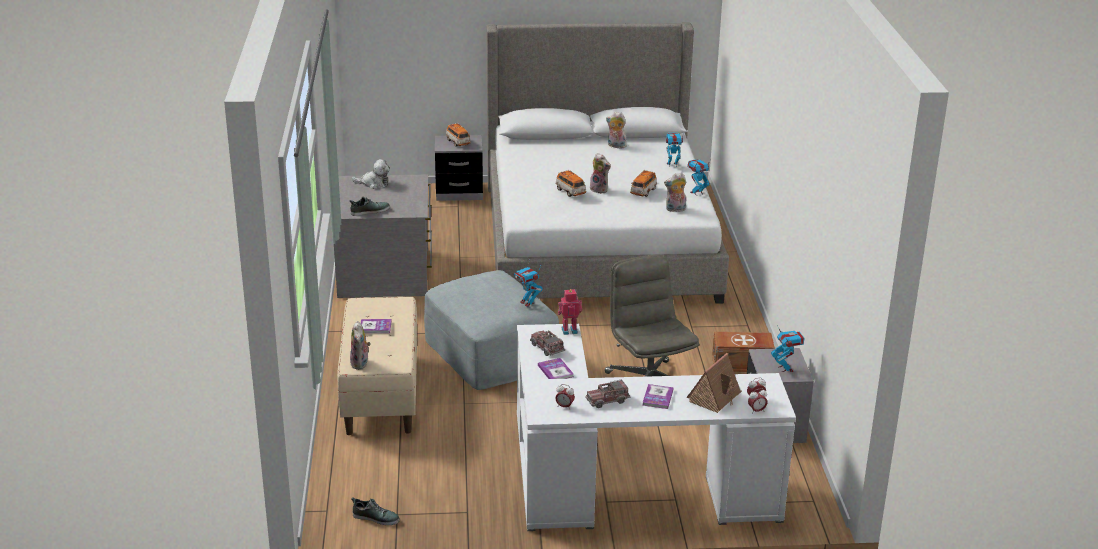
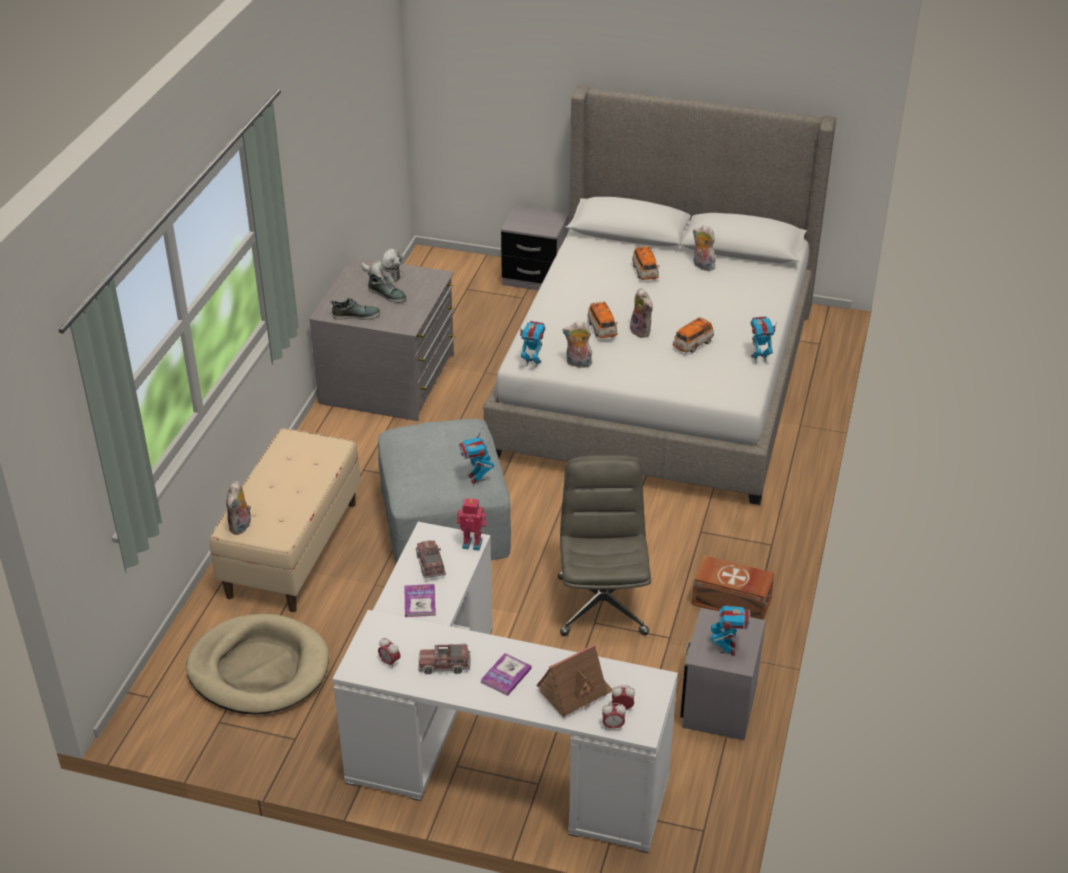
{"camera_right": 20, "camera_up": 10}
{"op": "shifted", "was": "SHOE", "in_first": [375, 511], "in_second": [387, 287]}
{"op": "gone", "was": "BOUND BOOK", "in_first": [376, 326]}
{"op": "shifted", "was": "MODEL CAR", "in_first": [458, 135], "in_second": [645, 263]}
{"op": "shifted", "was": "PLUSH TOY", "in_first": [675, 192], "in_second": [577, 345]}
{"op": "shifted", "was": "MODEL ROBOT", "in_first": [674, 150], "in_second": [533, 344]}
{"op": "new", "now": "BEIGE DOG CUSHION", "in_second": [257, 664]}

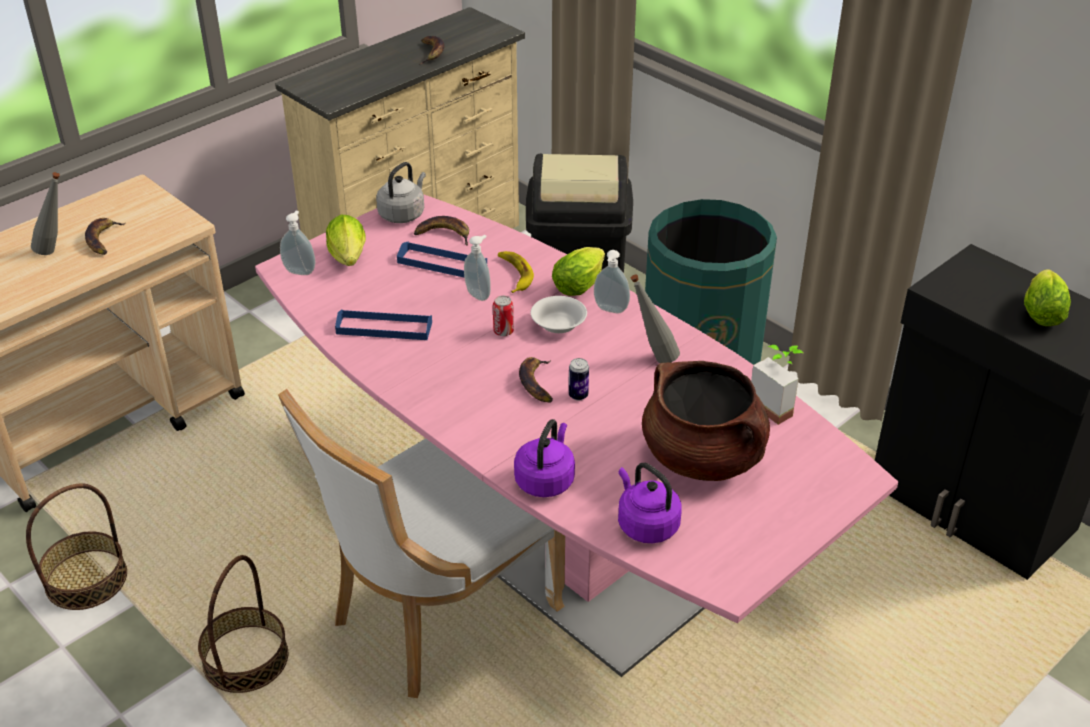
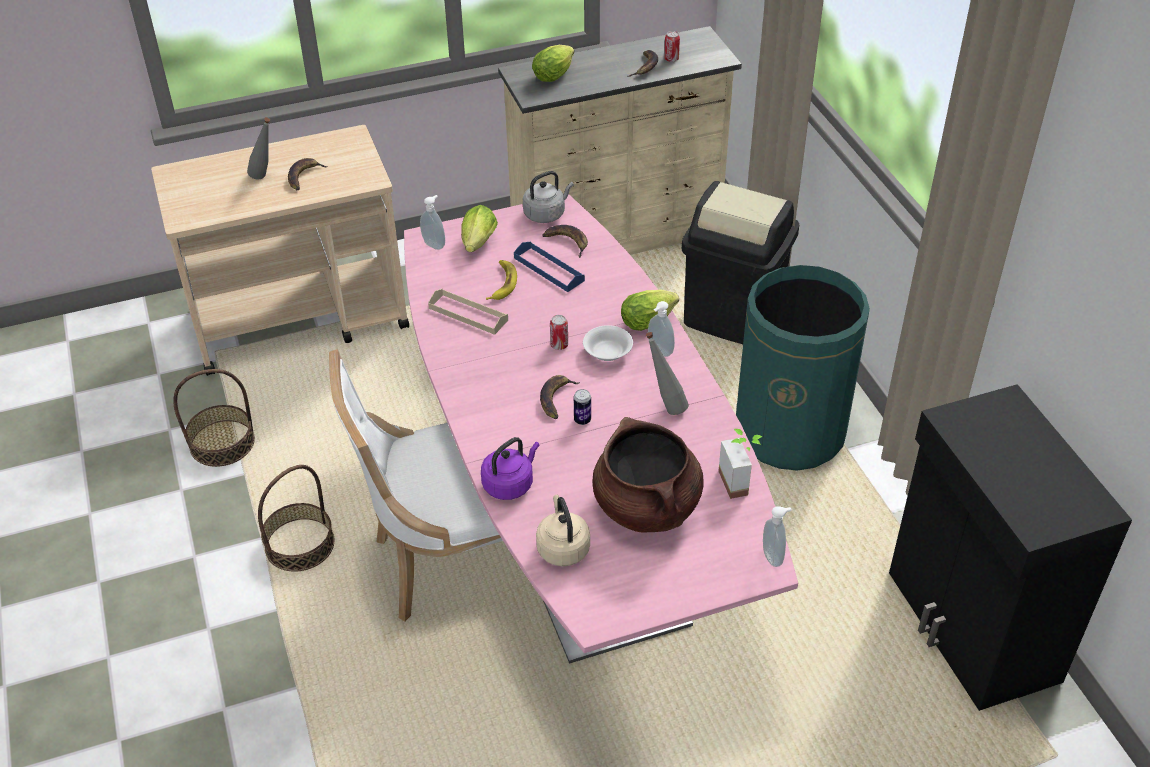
{"camera_right": 25, "camera_up": 5}
{"op": "repainted", "was": "BLUISH SERVING TRAY", "now": "BEIGE SERVING TRAY", "in_first": [383, 324], "in_second": [468, 312]}
{"op": "shifted", "was": "LIQUID SOAP BOTTLE", "in_first": [477, 268], "in_second": [777, 536]}
{"op": "shifted", "was": "WHOLE BANANA", "in_first": [516, 272], "in_second": [501, 280]}
{"op": "repainted", "was": "PURPLE-COLOURED WATER KETTLE", "now": "BEIGE WATER KETTLE", "in_first": [650, 503], "in_second": [563, 530]}
{"op": "shifted", "was": "LETTUCE", "in_first": [1047, 297], "in_second": [553, 63]}
{"op": "new", "now": "SEALED CAN", "in_second": [672, 46]}

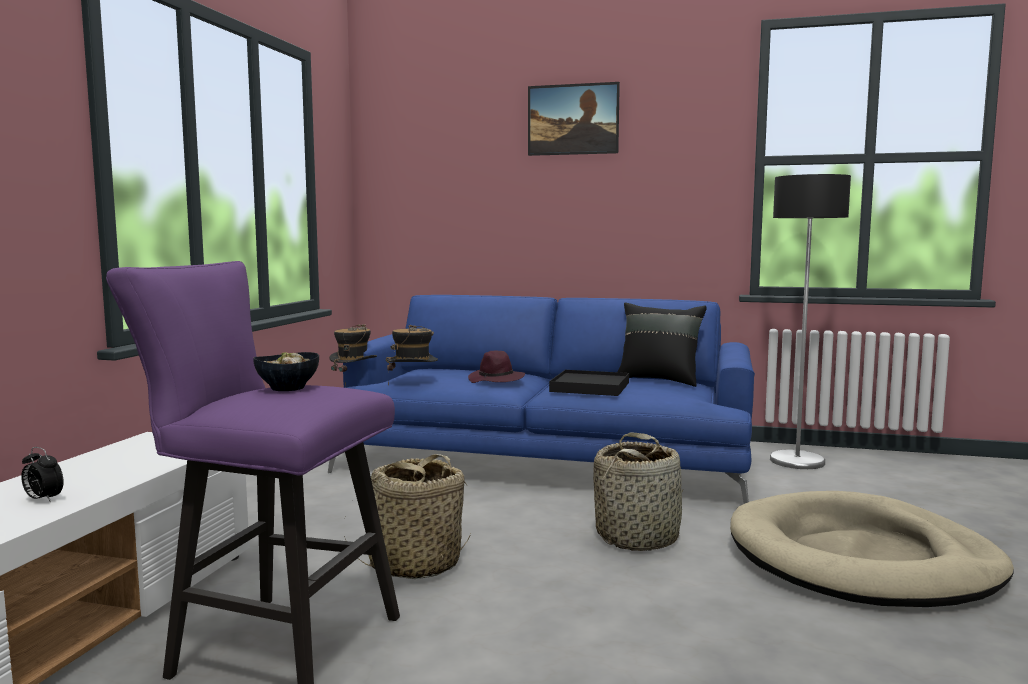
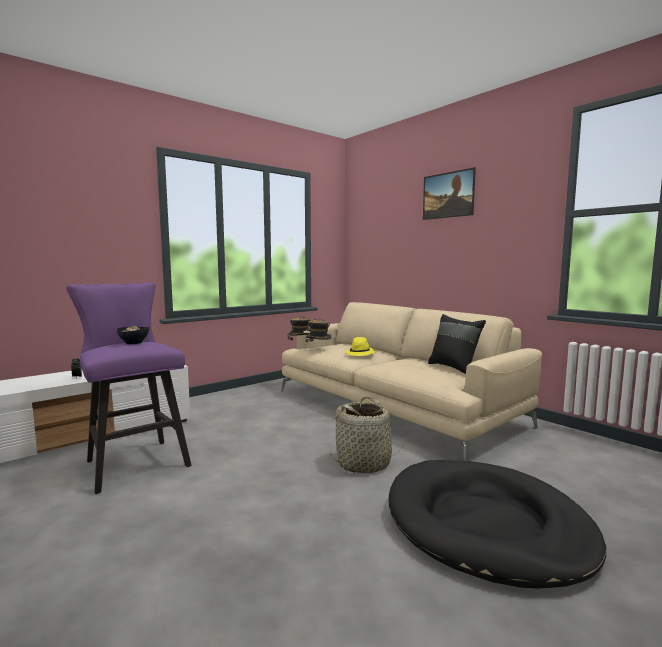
{"camera_right": 35, "camera_up": 0}
{"op": "repainted", "was": "BLUISH COUCH", "now": "BEIGE COUCH", "in_first": [541, 399], "in_second": [411, 381]}
{"op": "gone", "was": "HOUSEHOLD BASKET", "in_first": [407, 516]}
{"op": "repainted", "was": "PURPLE-COLOURED CLOTHING HAT", "now": "YELLOWISH CLOTHING HAT", "in_first": [496, 367], "in_second": [360, 346]}
{"op": "gone", "was": "BLACKISH SERVING TRAY", "in_first": [589, 383]}
{"op": "repainted", "was": "BEIGE DOG CUSHION", "now": "BLACKISH DOG CUSHION", "in_first": [872, 549], "in_second": [497, 524]}
{"op": "gone", "was": "STANDARD LAMP", "in_first": [810, 321]}

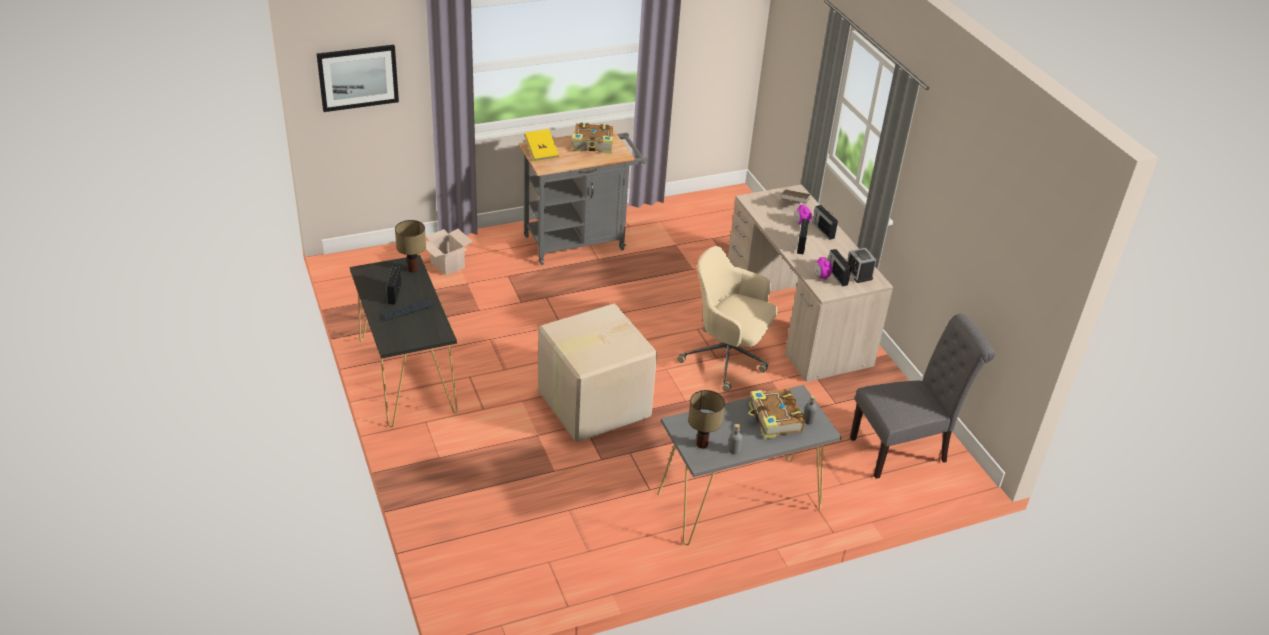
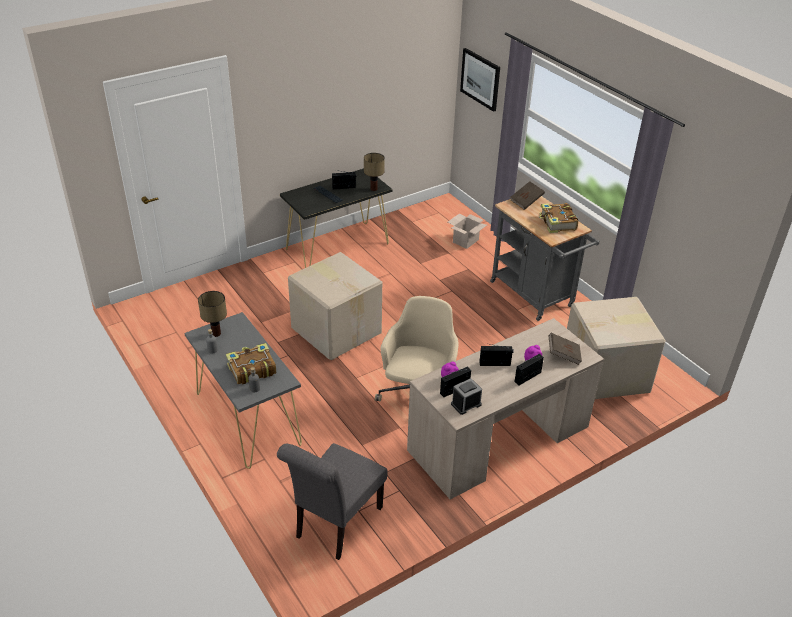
{"camera_right": 80, "camera_up": 0}
{"op": "repainted", "was": "YELLOWISH BOUND BOOK", "now": "BROWN-COLOURED BOUND BOOK", "in_first": [541, 145], "in_second": [527, 195]}
{"op": "rotated", "was": "GREYISH UPRIGHT CHAIR", "in_first": [922, 396], "in_second": [332, 501], "clockwise": 60}
{"op": "new", "now": "CARTON", "in_second": [616, 348]}

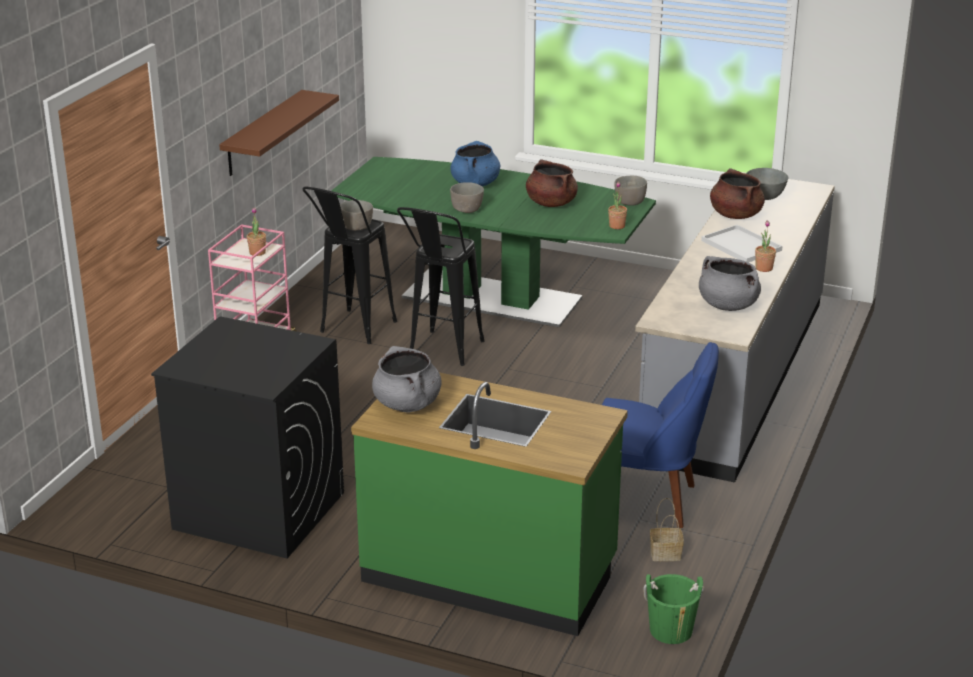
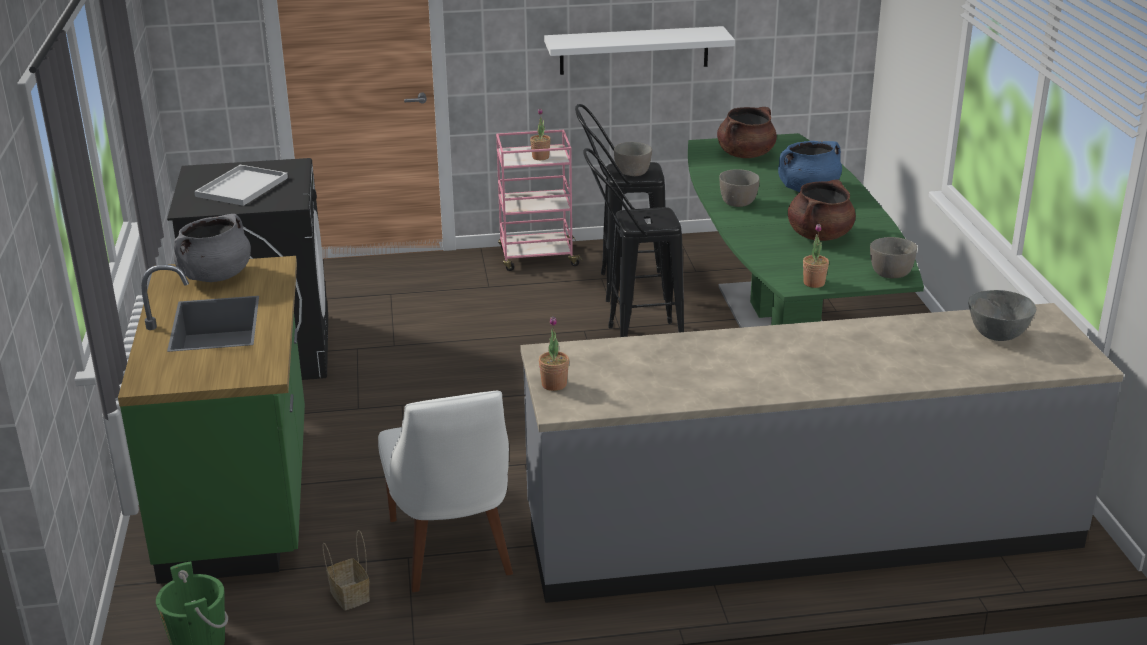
{"camera_right": 60, "camera_up": 0}
{"op": "repainted", "was": "BROWN-COLOURED SHELF", "now": "WHITE-COLOURED SHELF", "in_first": [279, 133], "in_second": [639, 50]}
{"op": "repainted", "was": "BLUISH UPRIGHT CHAIR", "now": "WHITE-COLOURED UPRIGHT CHAIR", "in_first": [660, 435], "in_second": [445, 491]}
{"op": "gone", "was": "GREYISH SAUCEPOT", "in_first": [730, 283]}
{"op": "shifted", "was": "WHITE-COLOURED SERVING TRAY", "in_first": [742, 244], "in_second": [241, 185]}
{"op": "shifted", "was": "BROWN-COLOURED SAUCEPOT", "in_first": [737, 193], "in_second": [747, 132]}
{"op": "shifted", "was": "POTTED PLANT", "in_first": [765, 246], "in_second": [554, 354]}

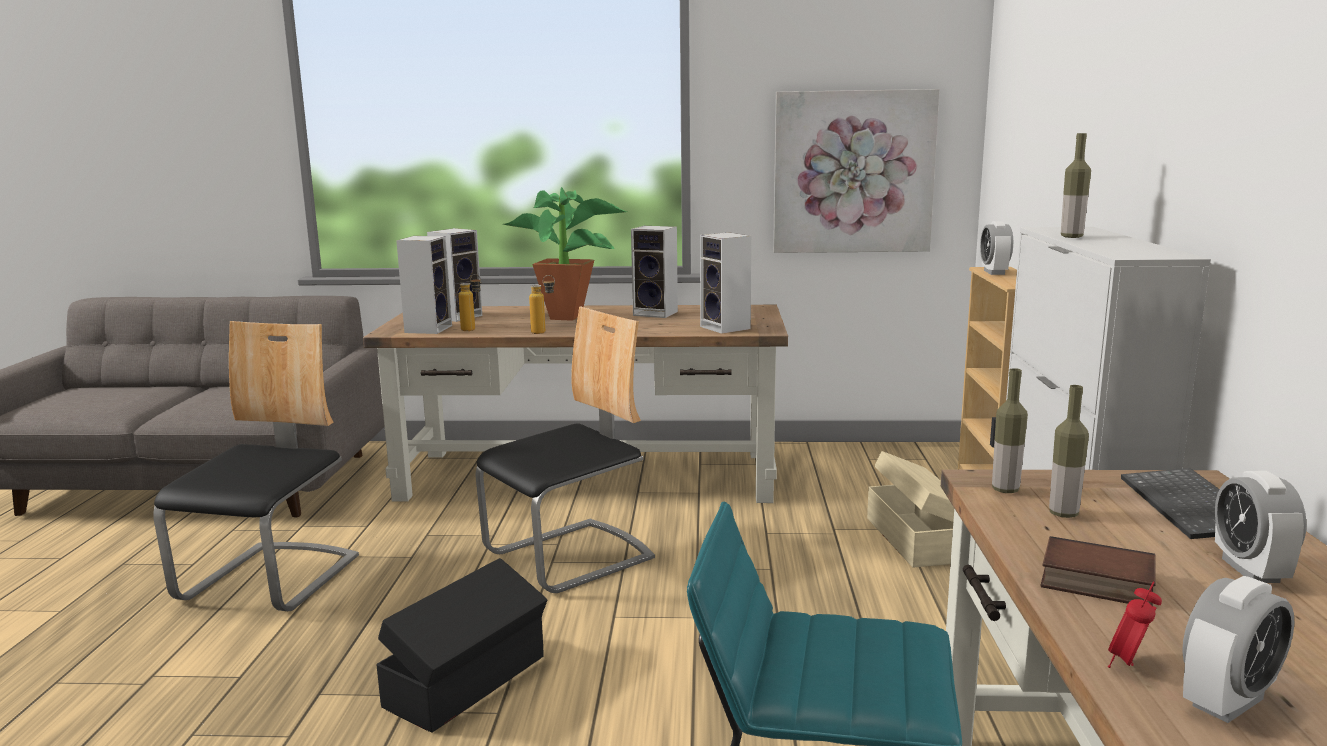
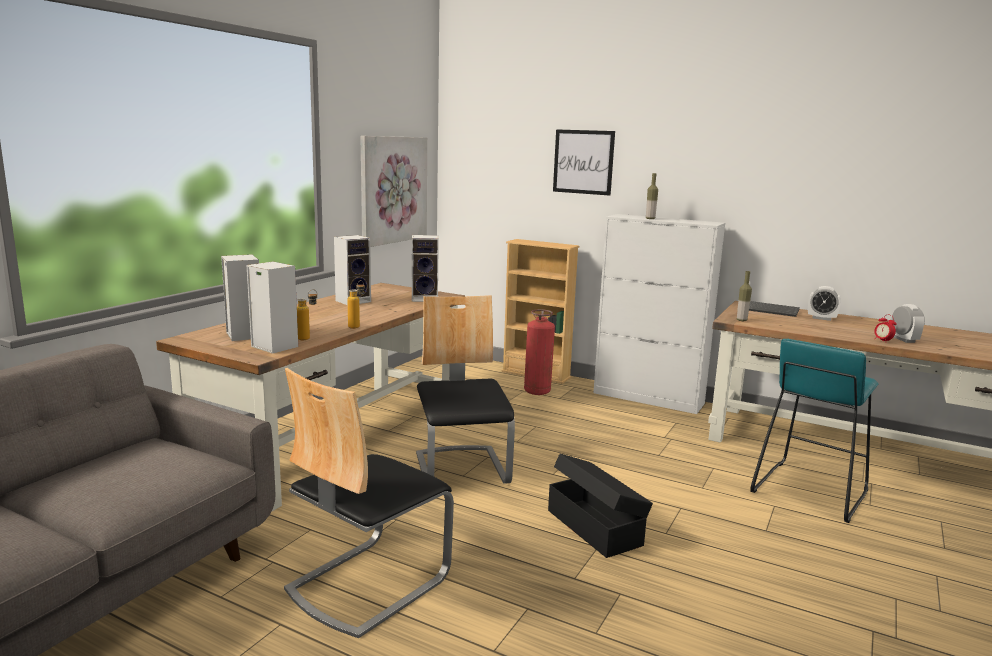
{"camera_right": -65, "camera_up": 0}
{"op": "rotated", "was": "UPRIGHT CHAIR", "in_first": [256, 466], "in_second": [369, 503], "clockwise": -90}
{"op": "gone", "was": "POTTED PLANT", "in_first": [565, 254]}
{"op": "swapped", "was": "BEIGE STORAGE CONTAINER", "now": "FIRE-FIGHTING CYLINDER", "in_first": [910, 509], "in_second": [539, 352]}
{"op": "gone", "was": "ALARM CLOCK", "in_first": [996, 248]}
{"op": "gone", "was": "BOUND BOOK", "in_first": [1098, 571]}
{"op": "gone", "was": "DRINK BOTTLE", "in_first": [1069, 451]}
{"op": "new", "now": "PICTURE", "in_second": [584, 162]}

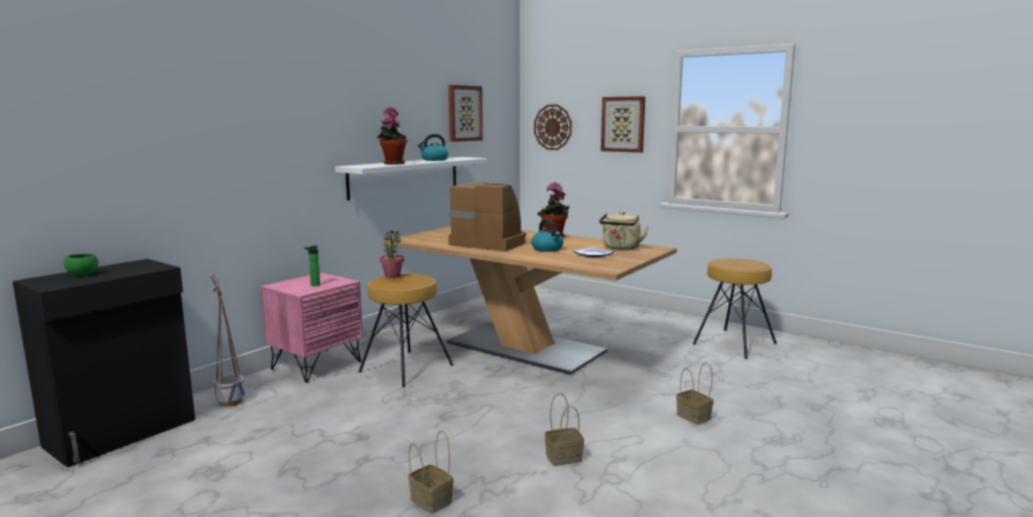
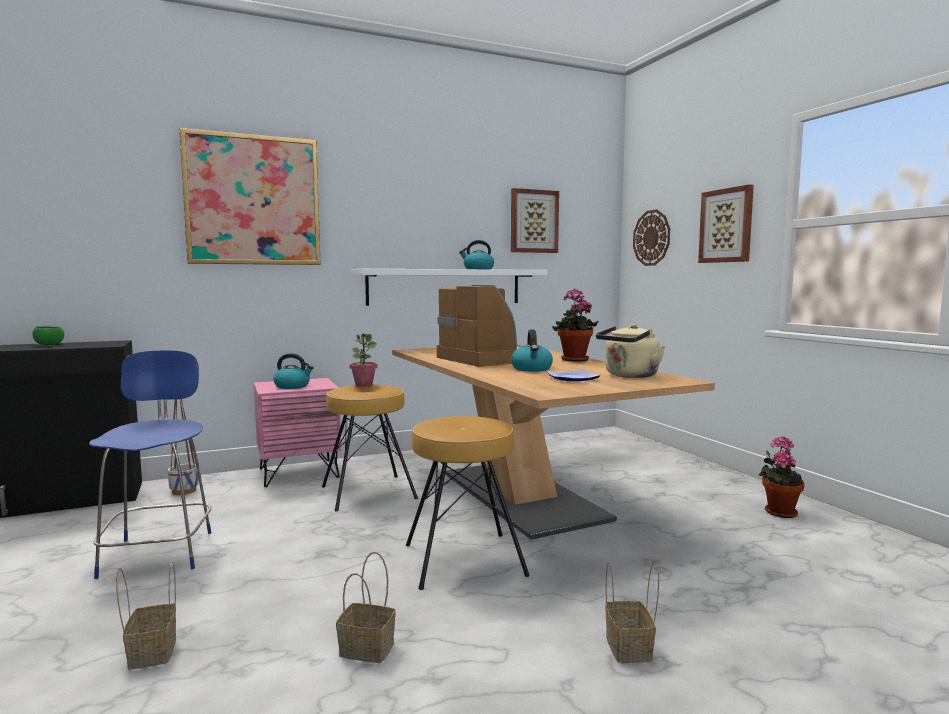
{"camera_right": 30, "camera_up": -5}
{"op": "swapped", "was": "DRINK BOTTLE", "now": "WATER KETTLE", "in_first": [312, 266], "in_second": [293, 371]}
{"op": "shifted", "was": "POTTED PLANT", "in_first": [392, 136], "in_second": [782, 477]}
{"op": "shifted", "was": "BROWN-COLOURED STOOL SEAT", "in_first": [735, 308], "in_second": [468, 503]}
{"op": "new", "now": "BLUISH UPRIGHT CHAIR", "in_second": [150, 464]}
{"op": "new", "now": "PICTURE", "in_second": [250, 196]}

